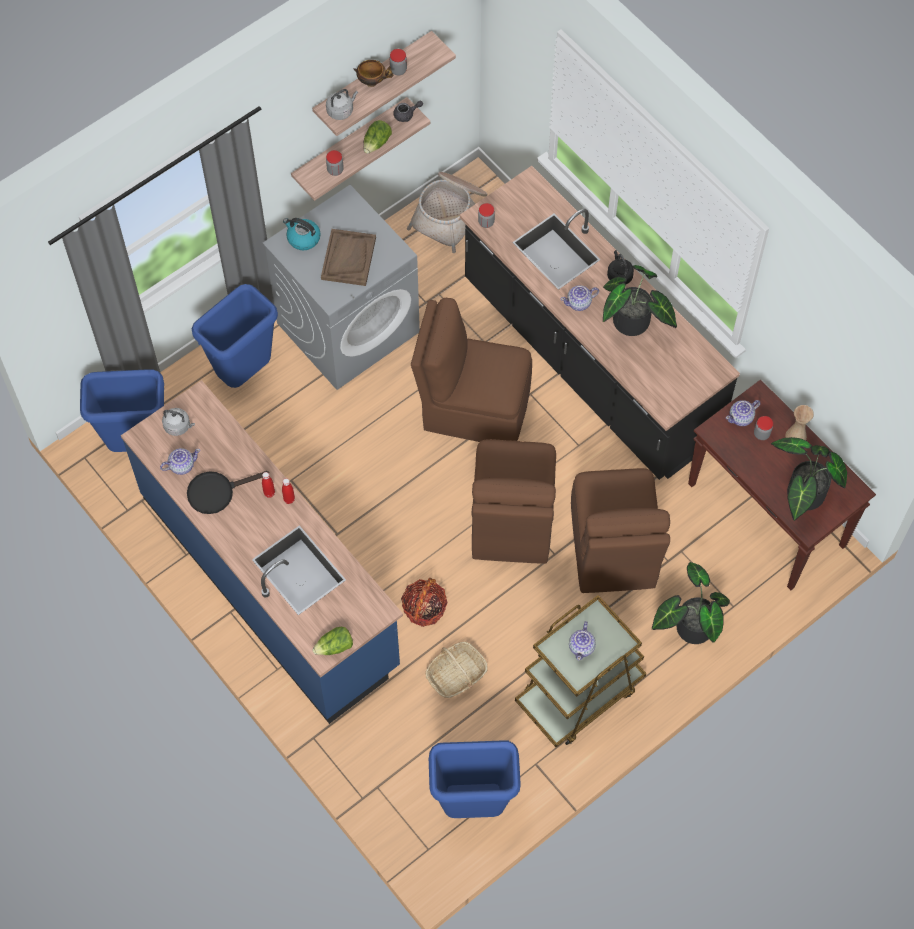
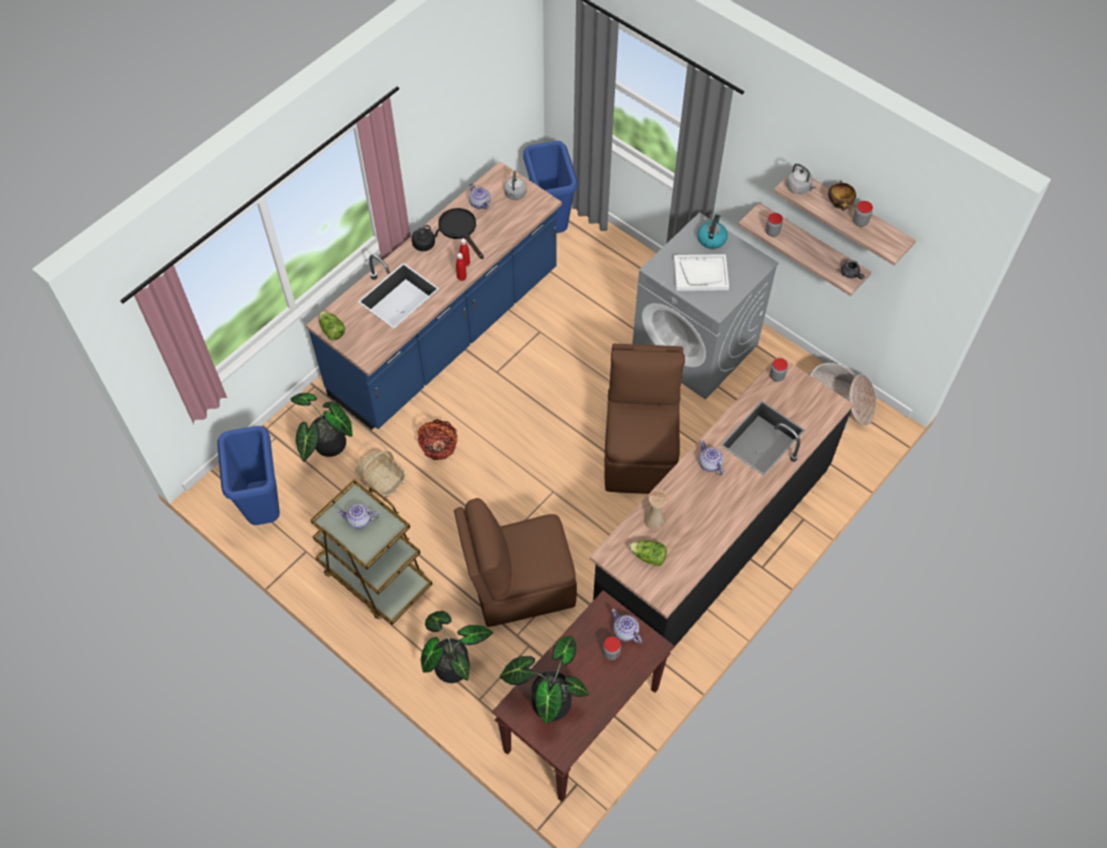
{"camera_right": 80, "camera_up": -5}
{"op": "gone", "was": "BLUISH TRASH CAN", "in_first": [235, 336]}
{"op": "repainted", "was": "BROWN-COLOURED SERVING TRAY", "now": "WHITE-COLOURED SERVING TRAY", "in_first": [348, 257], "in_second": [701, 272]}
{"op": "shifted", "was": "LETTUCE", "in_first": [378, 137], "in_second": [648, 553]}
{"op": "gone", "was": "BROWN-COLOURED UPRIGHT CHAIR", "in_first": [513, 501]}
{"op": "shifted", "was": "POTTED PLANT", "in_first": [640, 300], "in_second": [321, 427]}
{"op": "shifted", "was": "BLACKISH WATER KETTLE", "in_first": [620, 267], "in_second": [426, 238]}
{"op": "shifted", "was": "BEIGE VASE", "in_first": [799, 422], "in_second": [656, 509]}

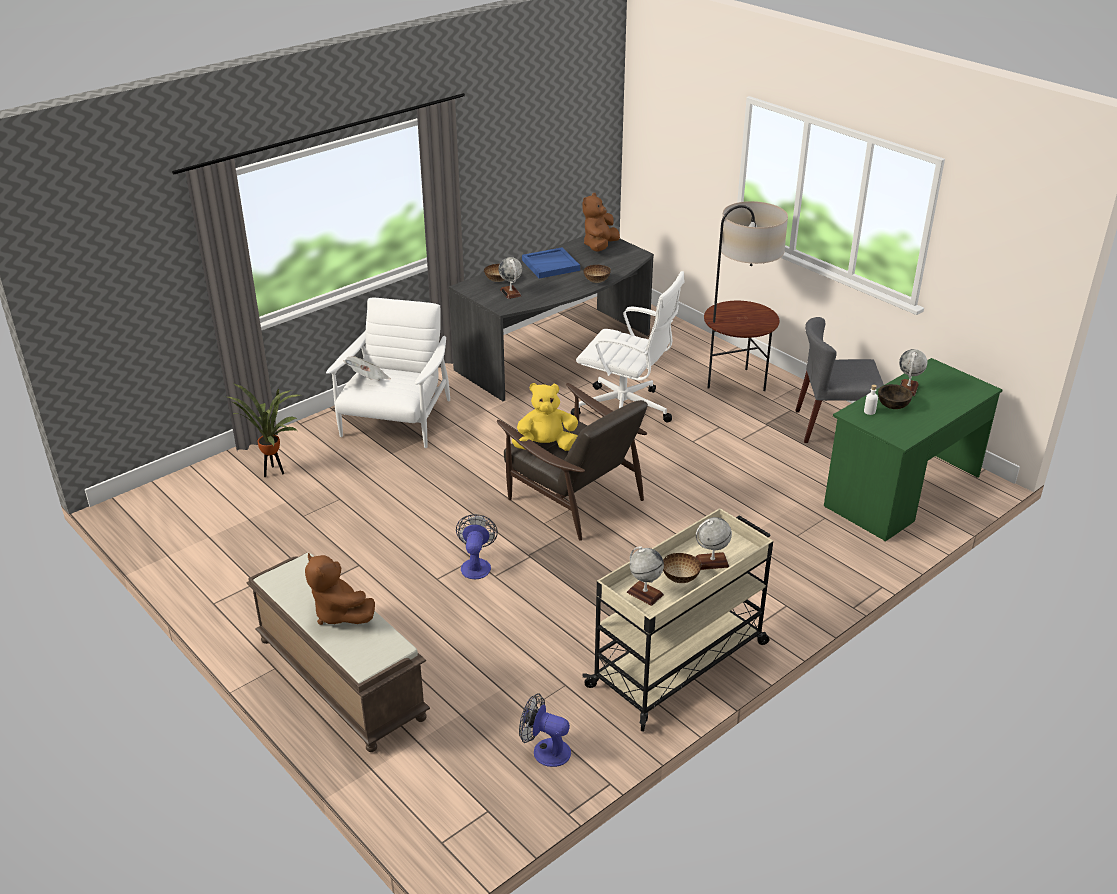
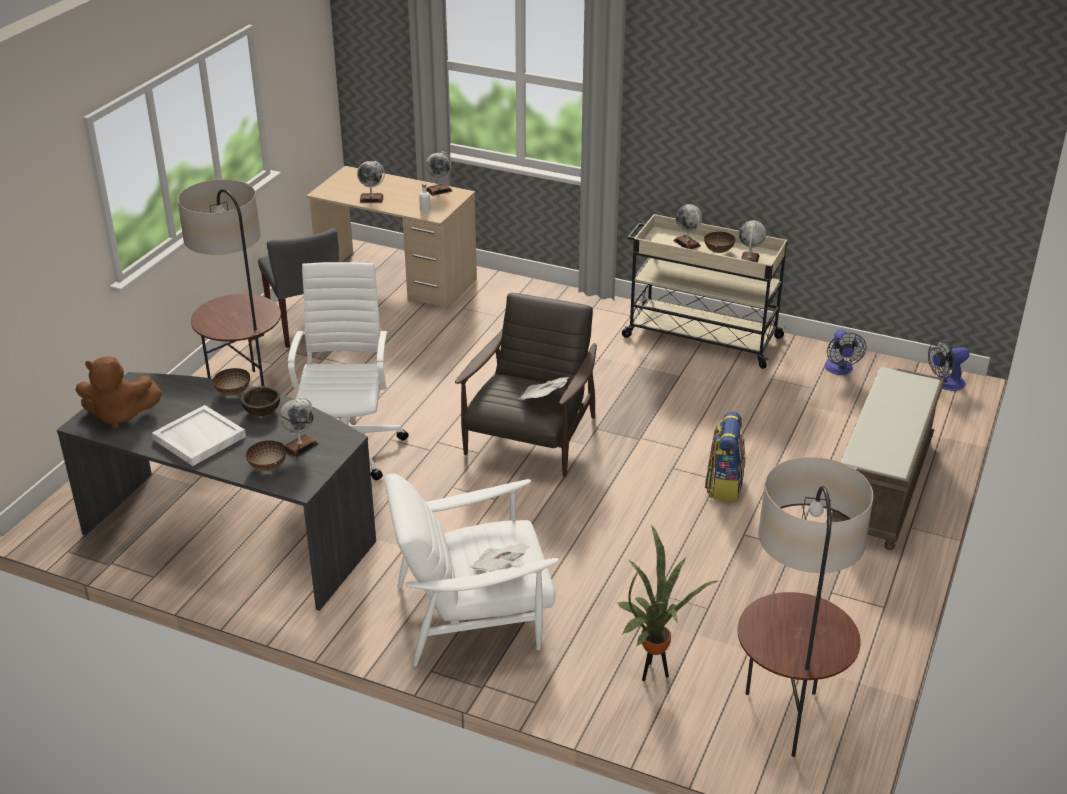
{"camera_right": -115, "camera_up": 0}
{"op": "gone", "was": "BROWN-COLOURED PLUSH TOY", "in_first": [340, 589]}
{"op": "shifted", "was": "ELECTRIC FAN", "in_first": [477, 546], "in_second": [949, 365]}
{"op": "swapped", "was": "YELLOWISH PLUSH TOY", "now": "NEWSPAPER", "in_first": [545, 417], "in_second": [544, 388]}
{"op": "repainted", "was": "BLUISH SERVING TRAY", "now": "WHITE-COLOURED SERVING TRAY", "in_first": [551, 263], "in_second": [199, 435]}
{"op": "repainted", "was": "GREENISH DESK", "now": "BEIGE DESK", "in_first": [913, 449], "in_second": [391, 238]}
{"op": "shifted", "was": "BROWN-COLOURED SERVING BOWL", "in_first": [895, 396], "in_second": [260, 401]}
{"op": "new", "now": "DESK GLOBE", "in_second": [438, 173]}
{"op": "new", "now": "KNAPSACK", "in_second": [725, 456]}
{"op": "new", "now": "STANDARD LAMP", "in_second": [805, 607]}

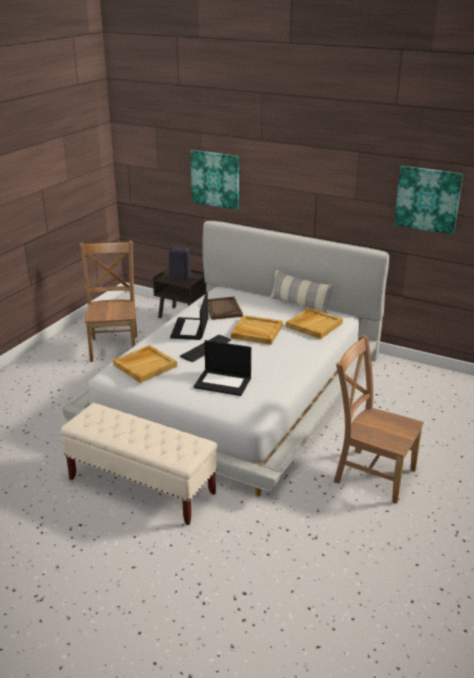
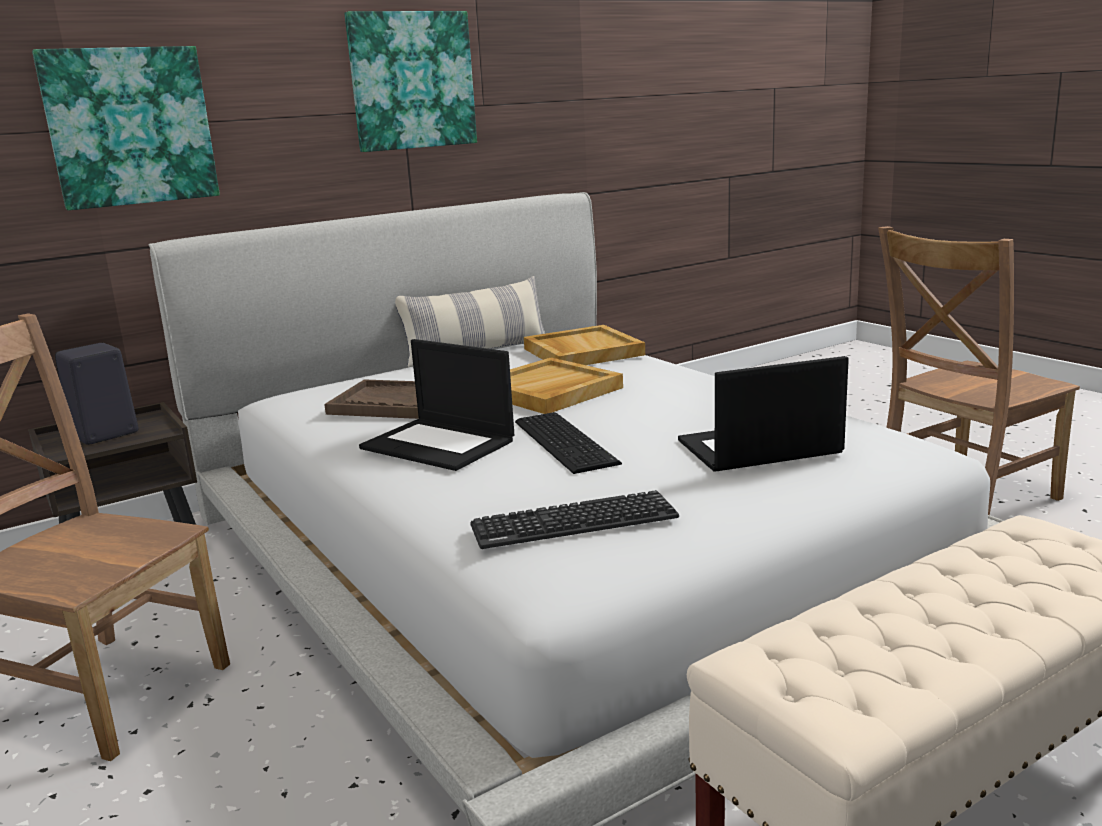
{"camera_right": -60, "camera_up": -10}
{"op": "swapped", "was": "BEIGE SERVING TRAY", "now": "KEYBOARD", "in_first": [145, 364], "in_second": [574, 519]}
{"op": "rotated", "was": "LAPTOP", "in_first": [222, 368], "in_second": [763, 414], "clockwise": -150}
{"op": "shifted", "was": "PICTURE", "in_first": [428, 200], "in_second": [411, 81]}

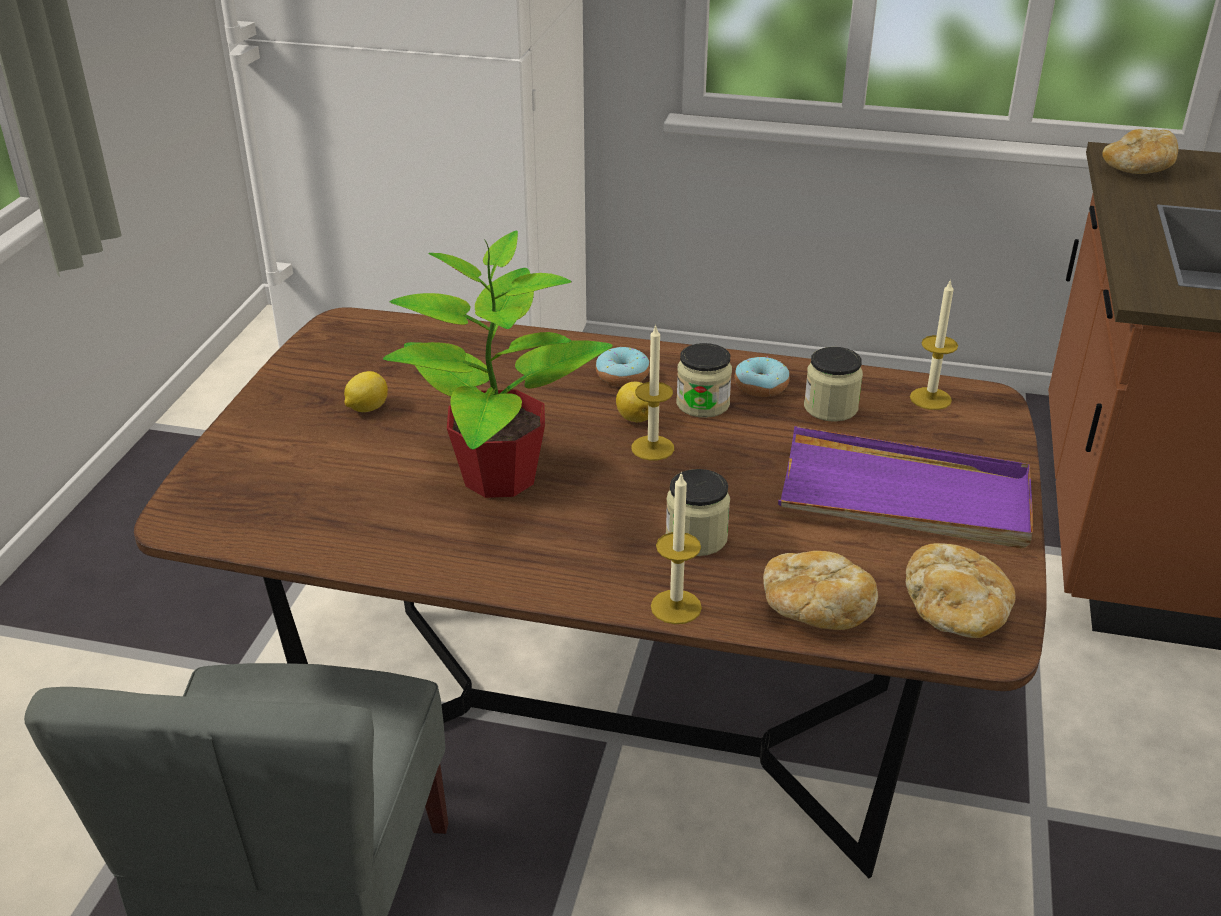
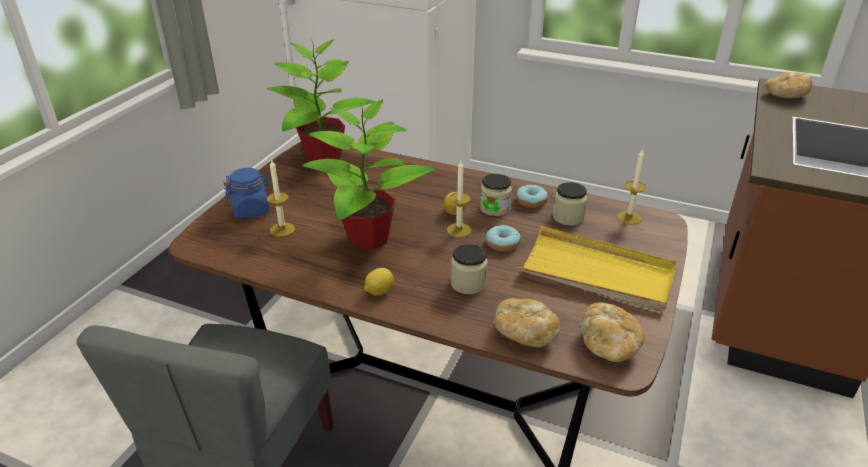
{"camera_right": 10, "camera_up": 0}
{"op": "shifted", "was": "LEMON", "in_first": [366, 391], "in_second": [379, 281]}
{"op": "shifted", "was": "DONUT", "in_first": [623, 366], "in_second": [503, 238]}
{"op": "shifted", "was": "WAX CANDLE", "in_first": [676, 548], "in_second": [281, 198]}
{"op": "repainted", "was": "PURPLE-COLOURED SERVING TRAY", "now": "YELLOWISH SERVING TRAY", "in_first": [905, 487], "in_second": [597, 268]}
{"op": "new", "now": "BLUISH JAR", "in_second": [247, 193]}
{"op": "new", "now": "POTTED PLANT", "in_second": [321, 100]}

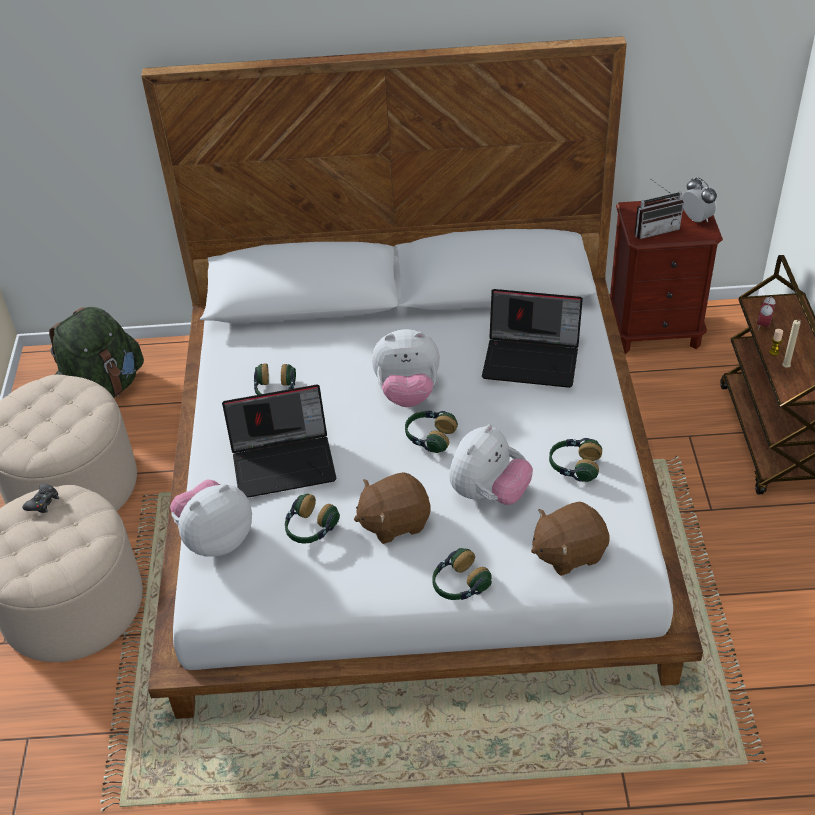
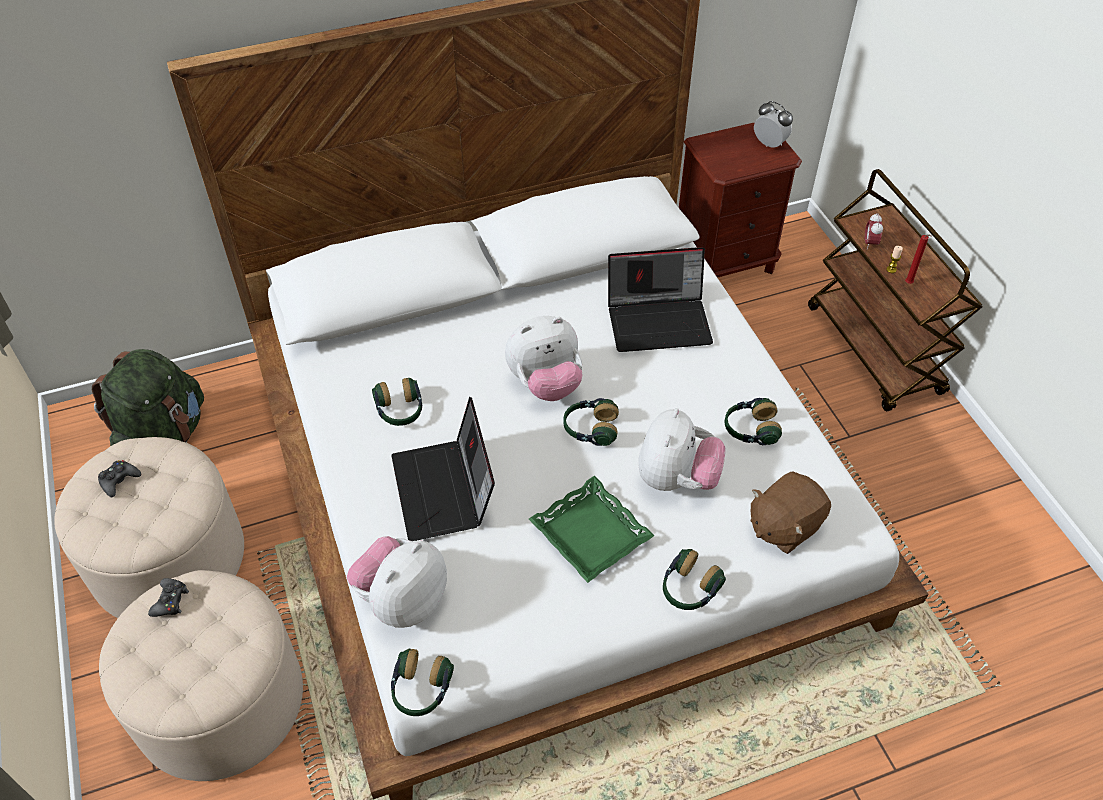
{"camera_right": -20, "camera_up": 5}
{"op": "rotated", "was": "LAPTOP", "in_first": [279, 441], "in_second": [443, 469], "clockwise": 105}
{"op": "shifted", "was": "HEADSET", "in_first": [312, 519], "in_second": [422, 682]}
{"op": "swapped", "was": "BROWN-COLOURED PLUSH TOY", "now": "GREENISH SERVING TRAY", "in_first": [392, 508], "in_second": [591, 529]}
{"op": "gone", "was": "RADIO", "in_first": [659, 208]}
{"op": "repainted", "was": "BEIGE WAX CANDLE", "now": "RED WAX CANDLE", "in_first": [792, 344], "in_second": [918, 259]}
{"op": "new", "now": "BLACKISH GAMEPAD", "in_second": [119, 478]}

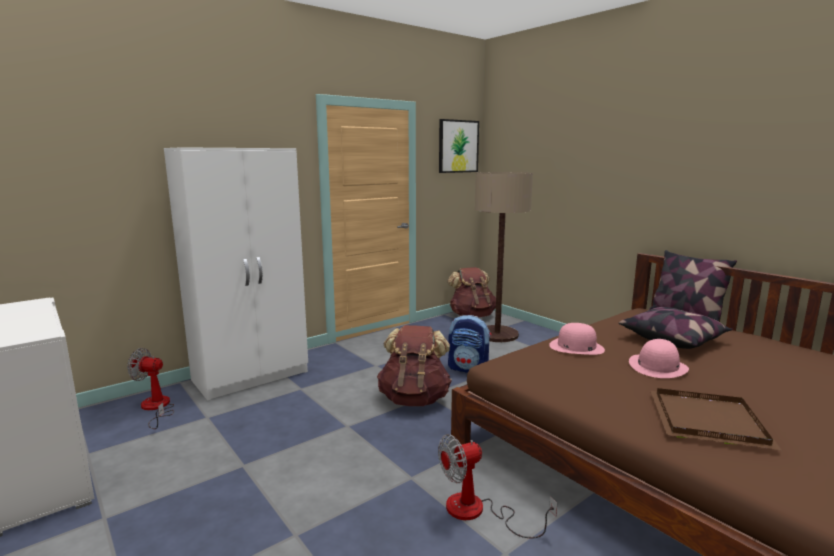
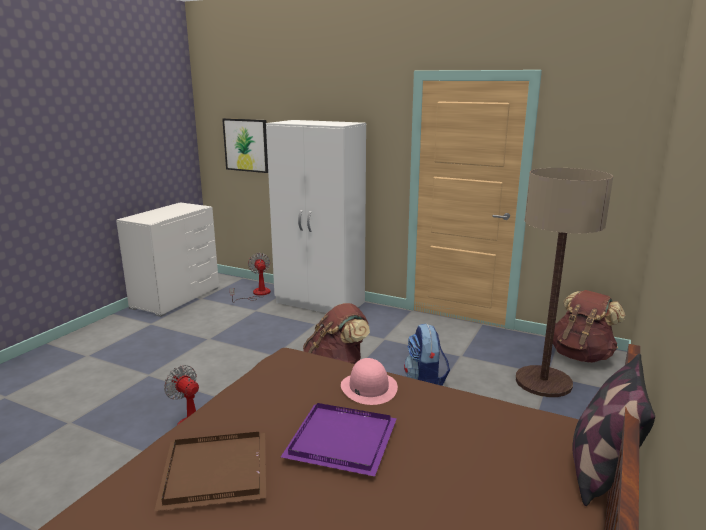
{"camera_right": 65, "camera_up": 5}
{"op": "shifted", "was": "PICTURE", "in_first": [459, 146], "in_second": [245, 145]}
{"op": "gone", "was": "CUSHION", "in_first": [676, 328]}
{"op": "swapped", "was": "PINK-COLOURED CLOTHING HAT", "now": "PURPLE-COLOURED SERVING TRAY", "in_first": [659, 358], "in_second": [339, 440]}

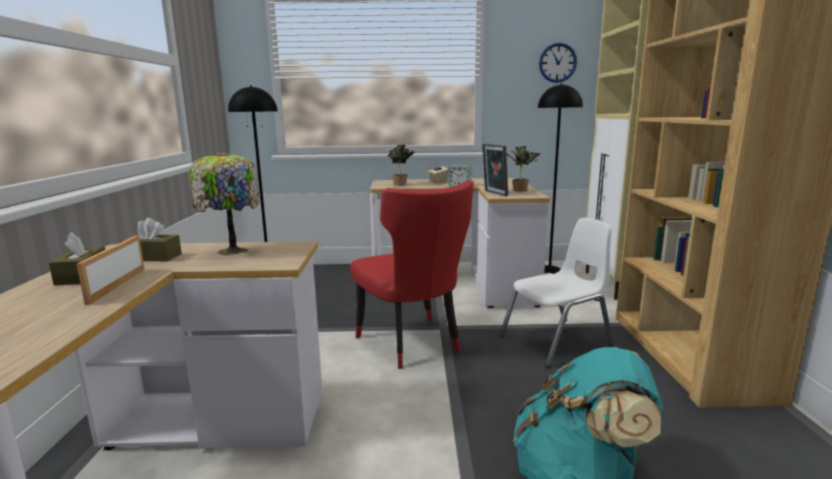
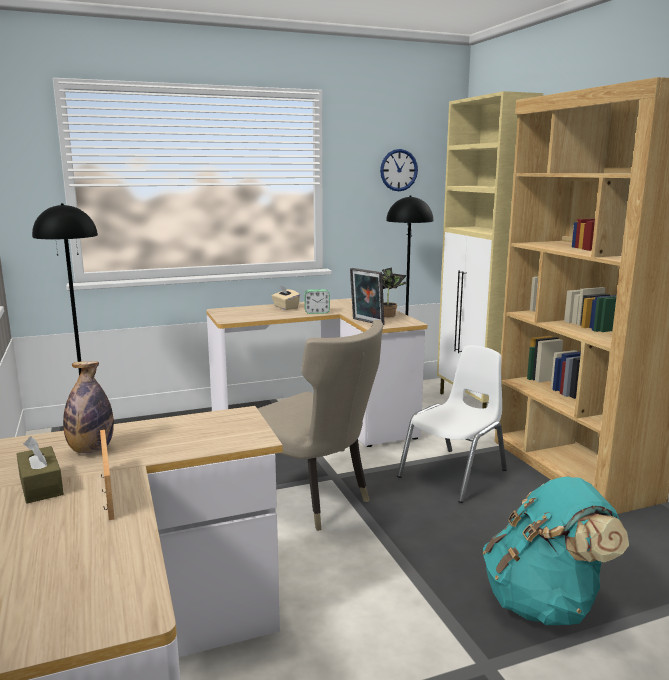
{"camera_right": -20, "camera_up": 0}
{"op": "swapped", "was": "BROWN-COLOURED TISSUE HOLDER", "now": "DRINK BOTTLE", "in_first": [150, 239], "in_second": [88, 407]}
{"op": "gone", "was": "TABLETOP LAMP", "in_first": [224, 203]}
{"op": "repainted", "was": "RED UPRIGHT CHAIR", "now": "BEIGE UPRIGHT CHAIR", "in_first": [412, 274], "in_second": [320, 425]}
{"op": "gone", "was": "POTTED PLANT", "in_first": [401, 165]}

